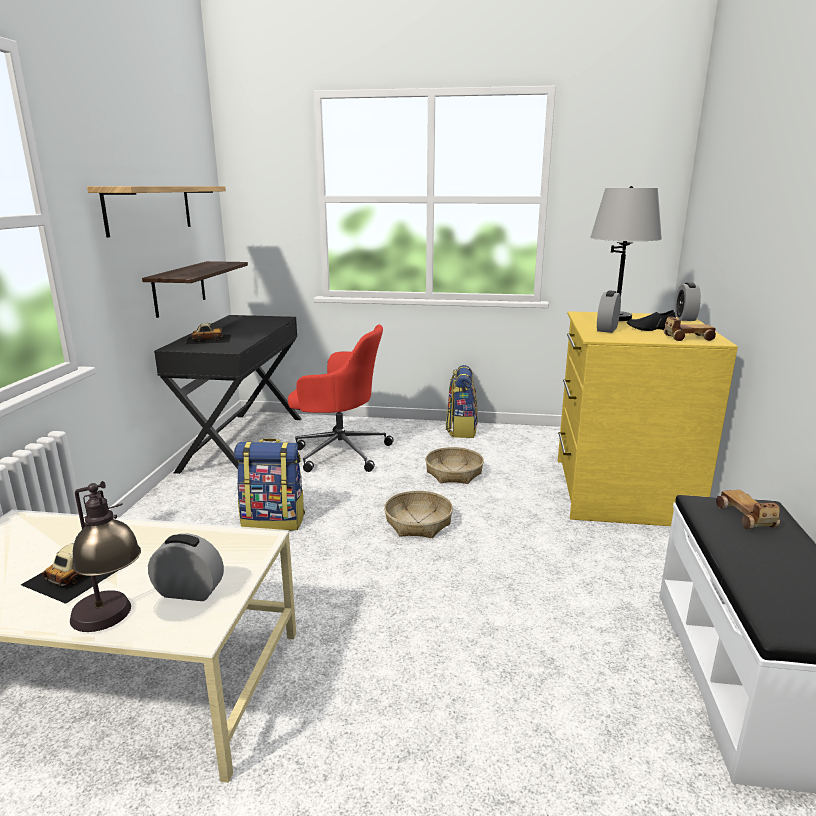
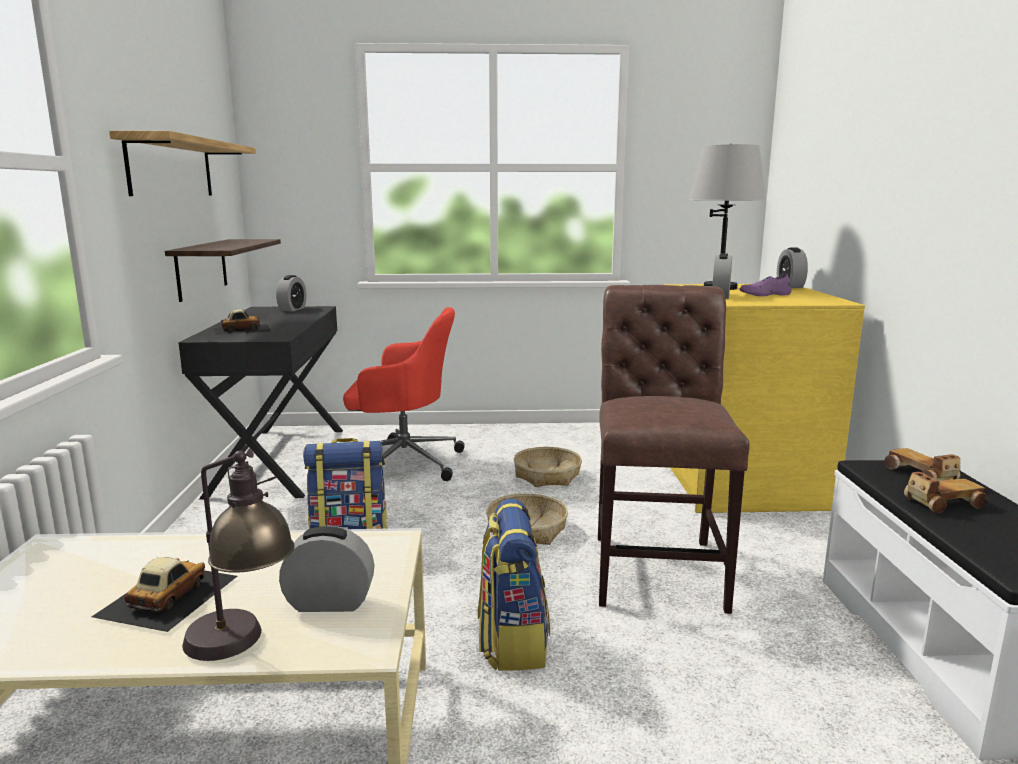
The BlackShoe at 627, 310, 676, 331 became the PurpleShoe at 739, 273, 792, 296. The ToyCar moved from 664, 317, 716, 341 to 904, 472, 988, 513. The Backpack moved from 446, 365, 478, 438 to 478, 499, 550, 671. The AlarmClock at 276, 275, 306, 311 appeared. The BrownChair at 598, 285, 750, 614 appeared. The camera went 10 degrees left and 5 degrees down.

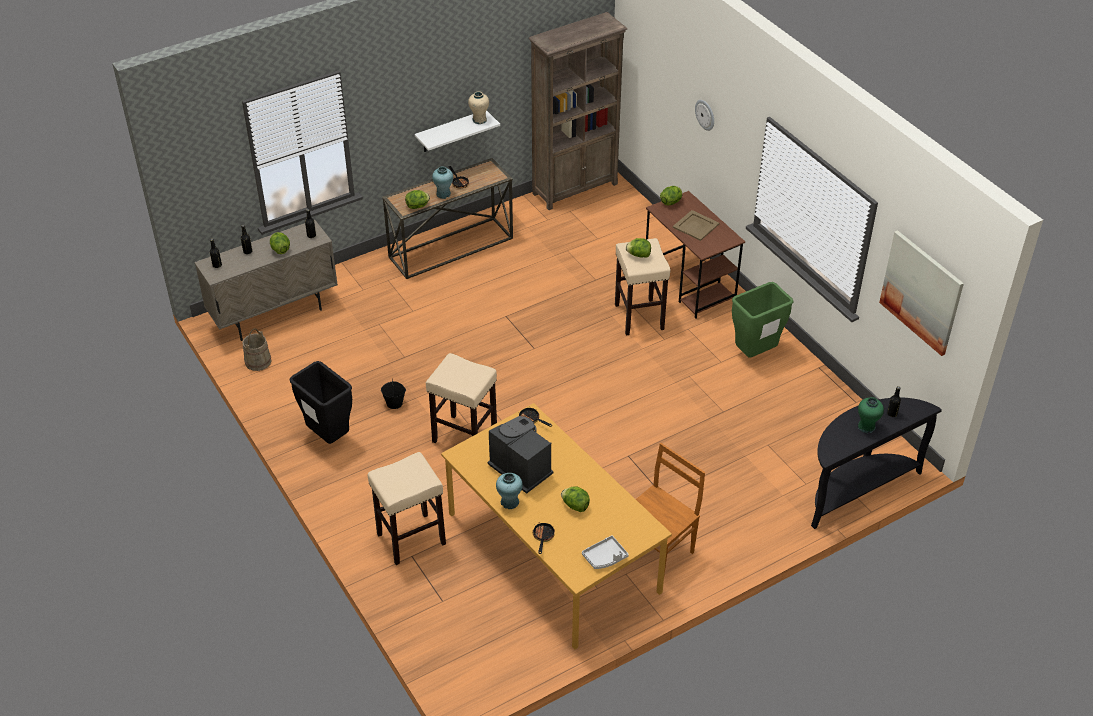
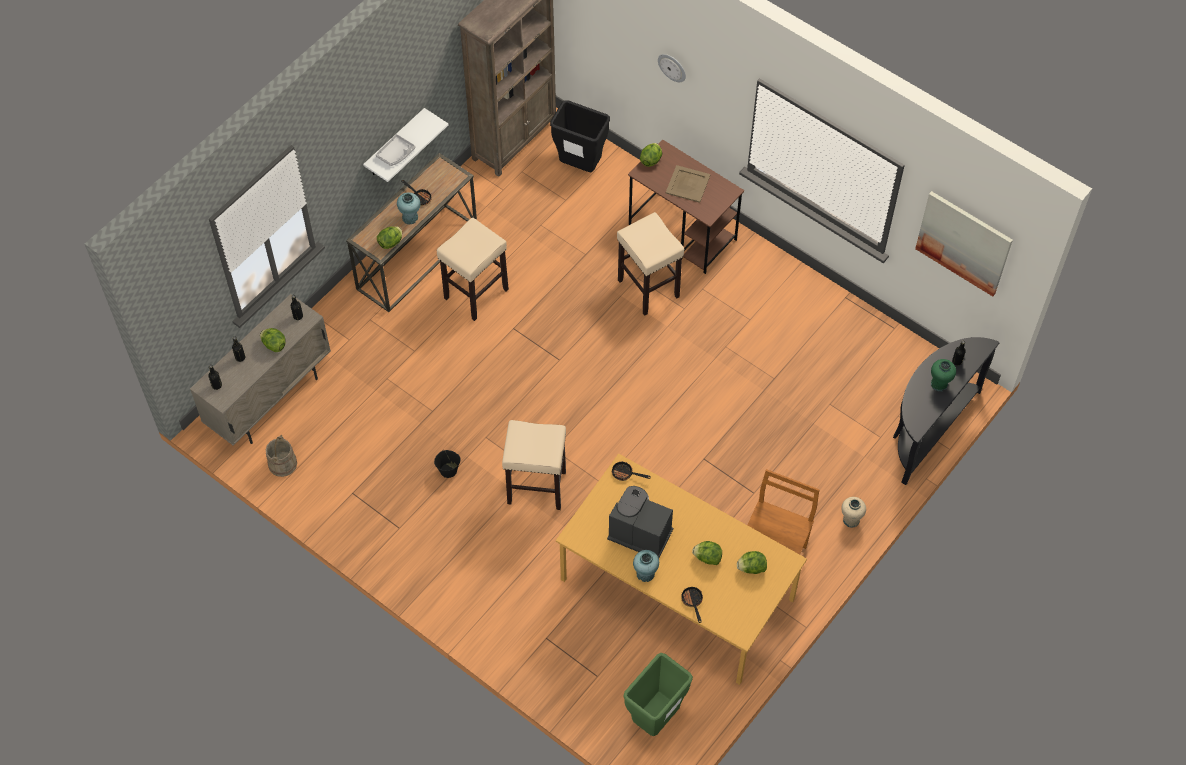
The BeigeVase moved from 468, 91, 489, 124 to 841, 497, 866, 528. The Lettuce moved from 626, 238, 651, 258 to 737, 551, 767, 574. The GreenTrashCan moved from 732, 282, 794, 358 to 623, 653, 693, 736. The BlackTrashCan moved from 290, 361, 352, 444 to 550, 100, 610, 172. The BeigeStool moved from 368, 452, 446, 565 to 437, 218, 509, 321. The GreyTray moved from 582, 535, 629, 569 to 376, 134, 416, 166. The camera went 20 degrees left and 15 degrees up.

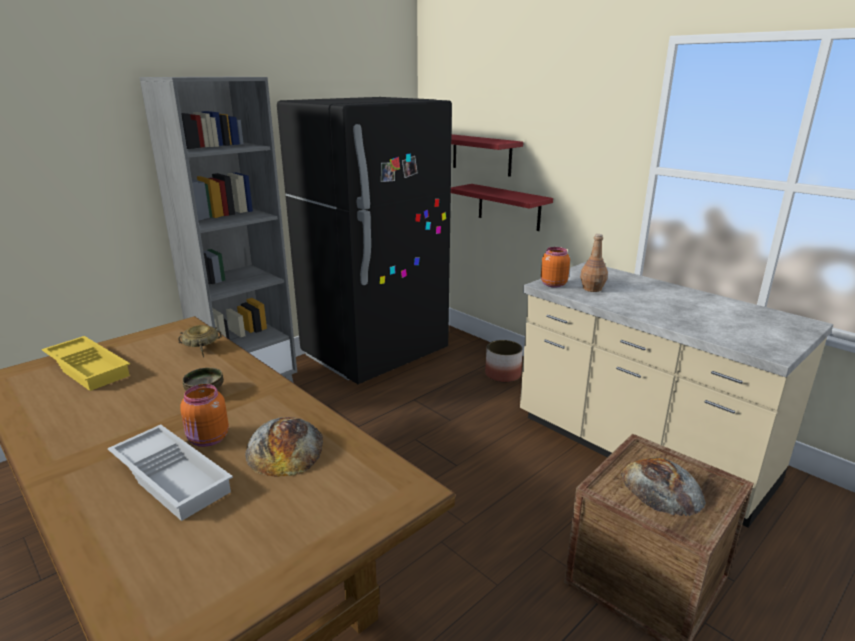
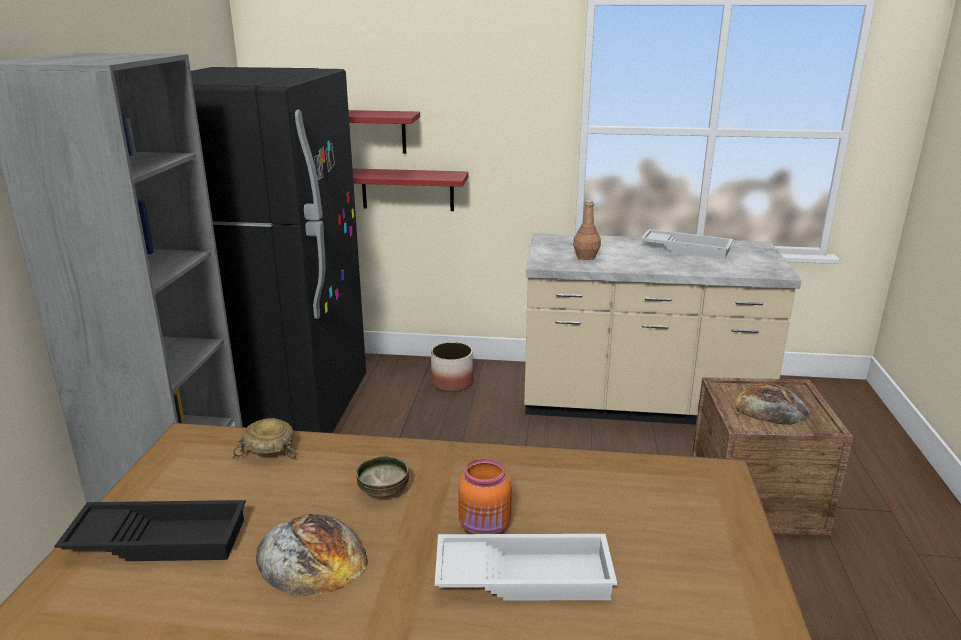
The OrangeJar at 541, 247, 570, 287 disappeared. The YellowTray at 42, 336, 130, 391 became the BlackTray at 54, 500, 246, 561. The Bread moved from 245, 417, 323, 477 to 256, 514, 368, 597. The WhiteTray at 641, 229, 733, 260 appeared. The camera went 40 degrees left and 0 degrees up.

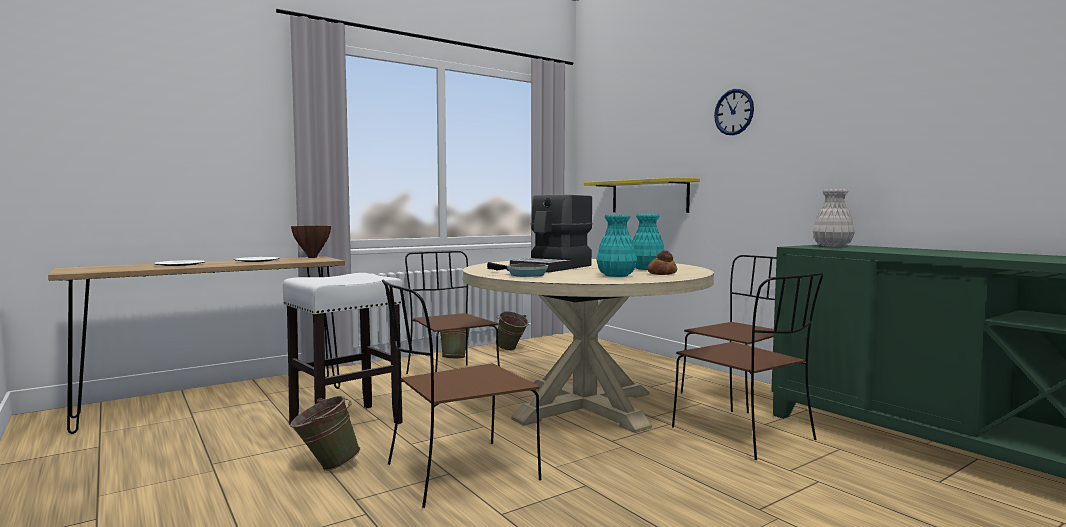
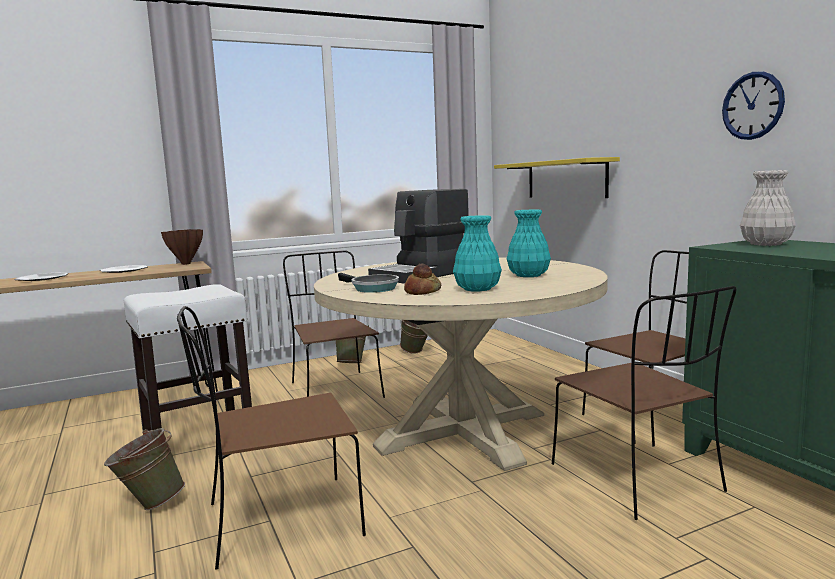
The WallClock moved from 714, 89, 754, 135 to 722, 72, 785, 140. The Bread moved from 647, 250, 677, 275 to 404, 264, 441, 295. The camera went 10 degrees right and 5 degrees up.

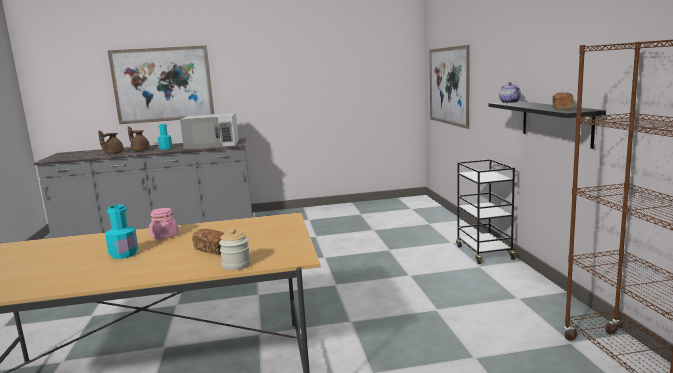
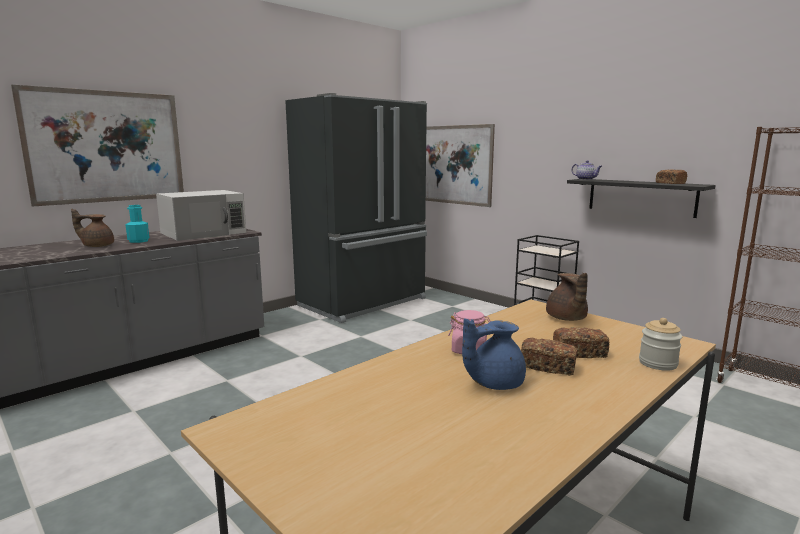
The BrownTeapot moved from 98, 131, 124, 154 to 546, 273, 588, 321. The TurquoiseBottle at 105, 205, 138, 259 was replaced by the BlueTeapot at 462, 318, 526, 390. The BlackFridge at 285, 93, 427, 323 appeared. The Bread at 521, 338, 577, 376 appeared. The camera went 35 degrees left and 0 degrees up.

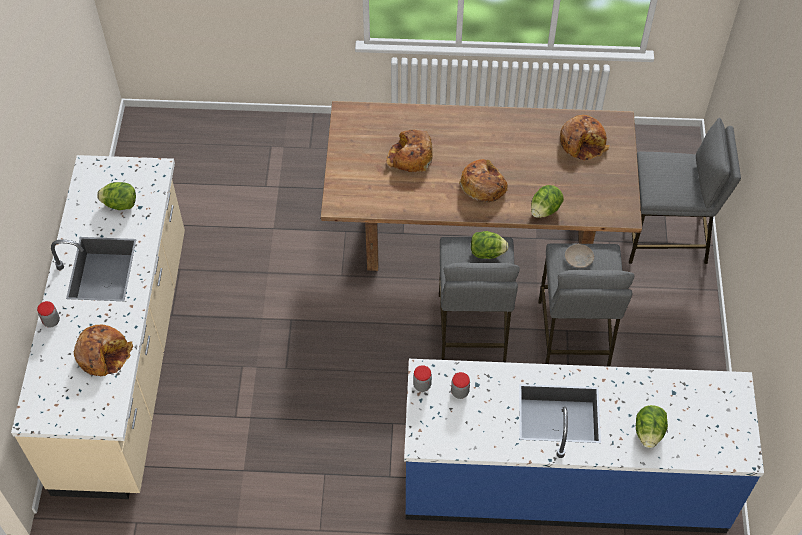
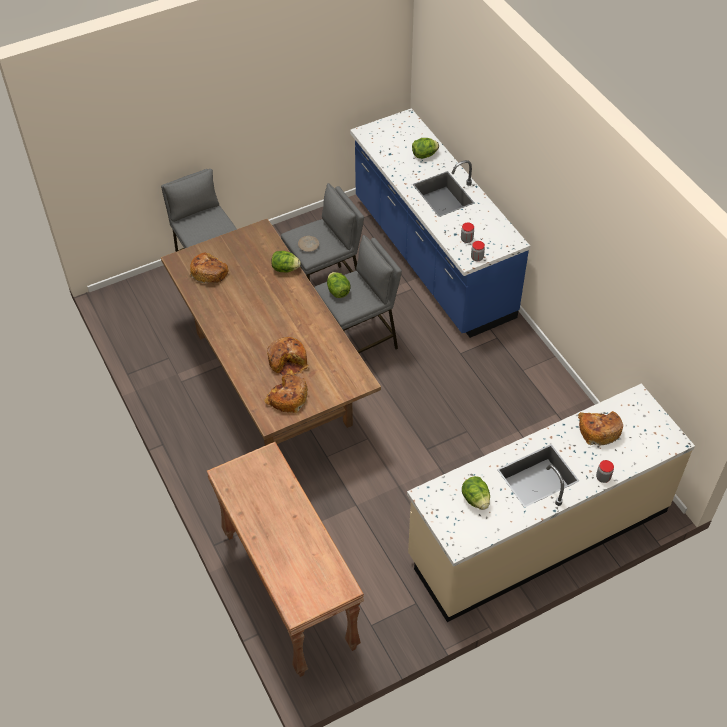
The Bread moved from 459, 159, 508, 202 to 265, 375, 308, 413. The BrownConsoleTable at 206, 442, 364, 677 appeared. The camera went 120 degrees left and 5 degrees down.

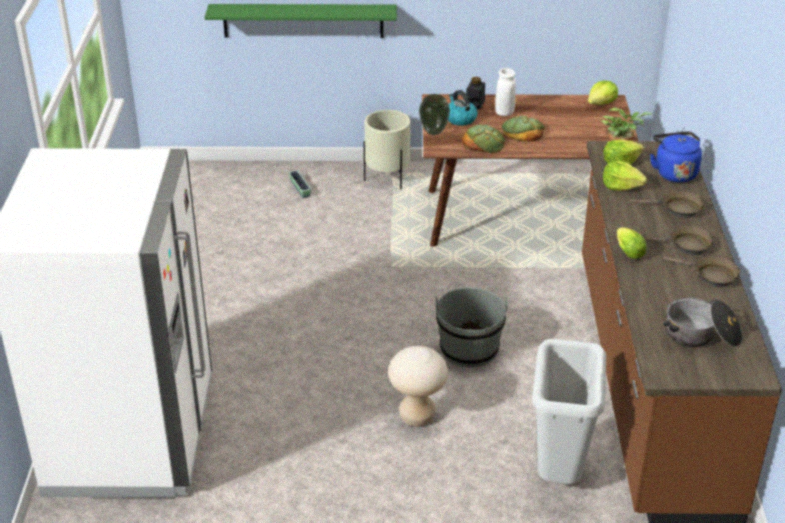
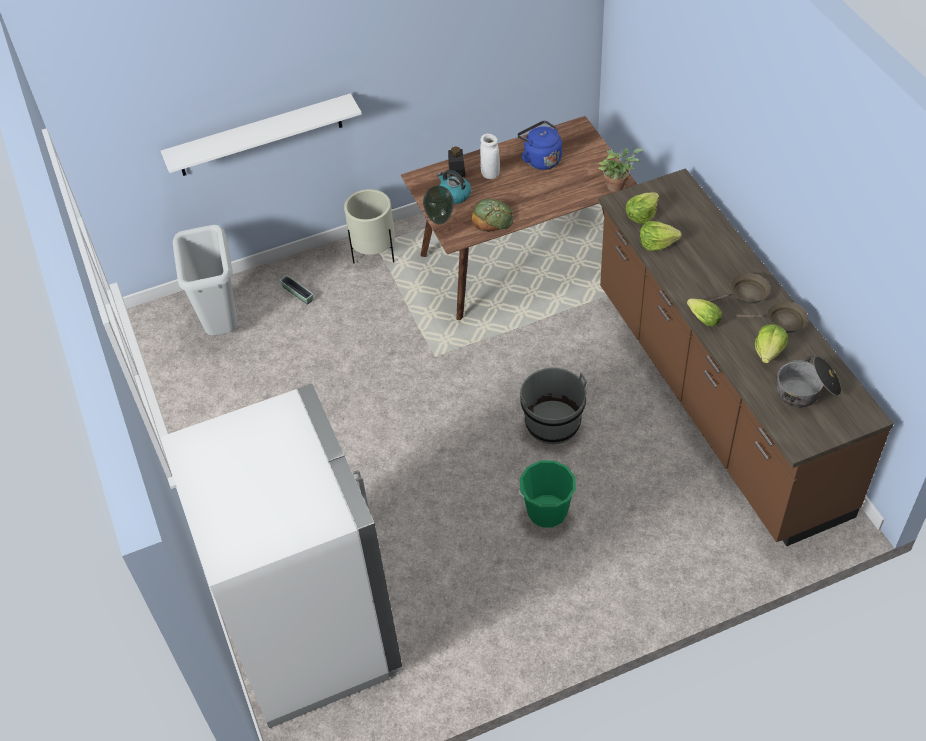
The GreenShelf at 205, 4, 397, 38 became the WhiteShelf at 161, 93, 362, 176. The Lettuce moved from 588, 81, 618, 105 to 755, 324, 788, 363. The Bread at 502, 116, 545, 141 disappeared. The BlueKettle moved from 650, 131, 702, 183 to 517, 121, 562, 170. The BrownFryingPan at 630, 191, 704, 218 disappeared. The GreyTrashCan moved from 532, 339, 606, 484 to 173, 225, 238, 336. The BeigeStool at 388, 346, 448, 426 was replaced by the GreenBucket at 519, 461, 576, 528. The camera went 20 degrees left and 15 degrees up.

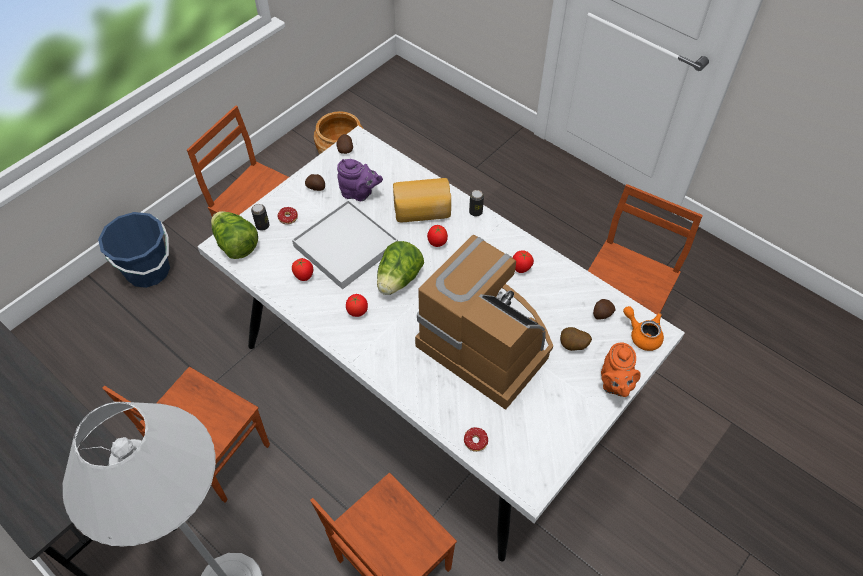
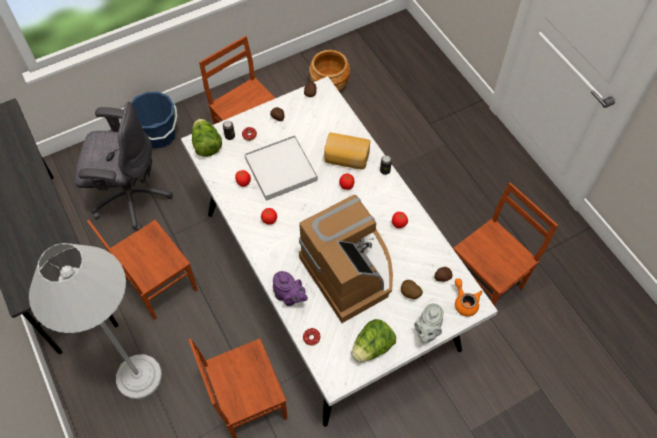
The PurpleTeapot moved from 337, 159, 383, 201 to 273, 271, 308, 306. The Lettuce moved from 377, 241, 424, 295 to 352, 319, 396, 362. The OrangeTeapot at 601, 342, 641, 397 became the GreyTeapot at 414, 303, 444, 343. The GreyOfficeChair at 75, 102, 173, 231 appeared. The camera went 20 degrees right and 5 degrees up.

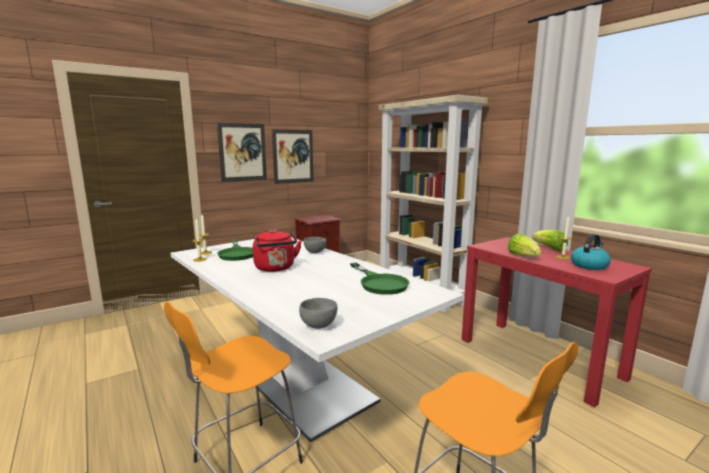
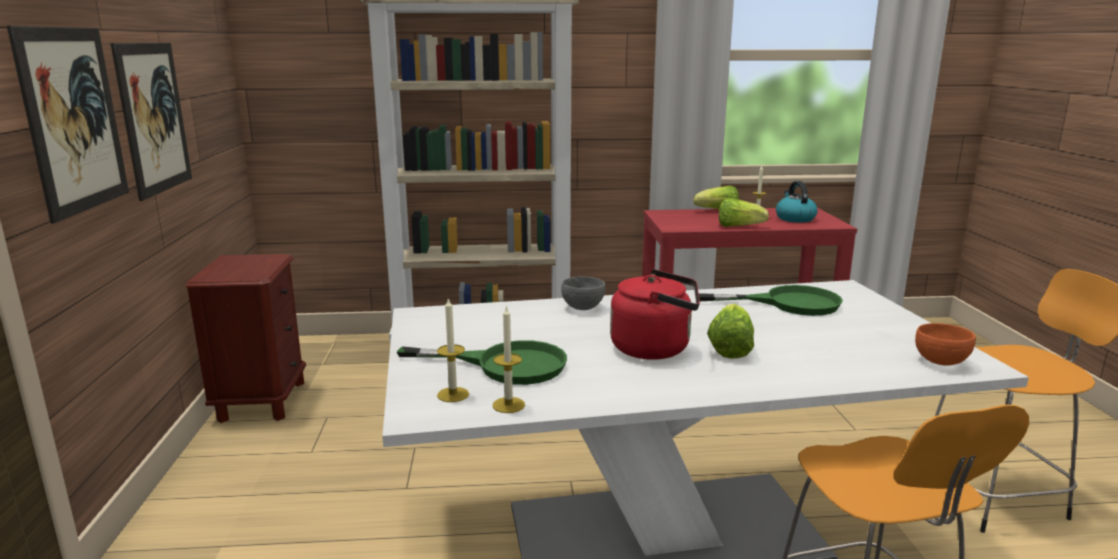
The GreyBowl at 299, 298, 337, 329 became the OrangeBowl at 915, 323, 976, 366. The Lettuce at 707, 304, 754, 359 appeared. The camera went 60 degrees left and 5 degrees up.

